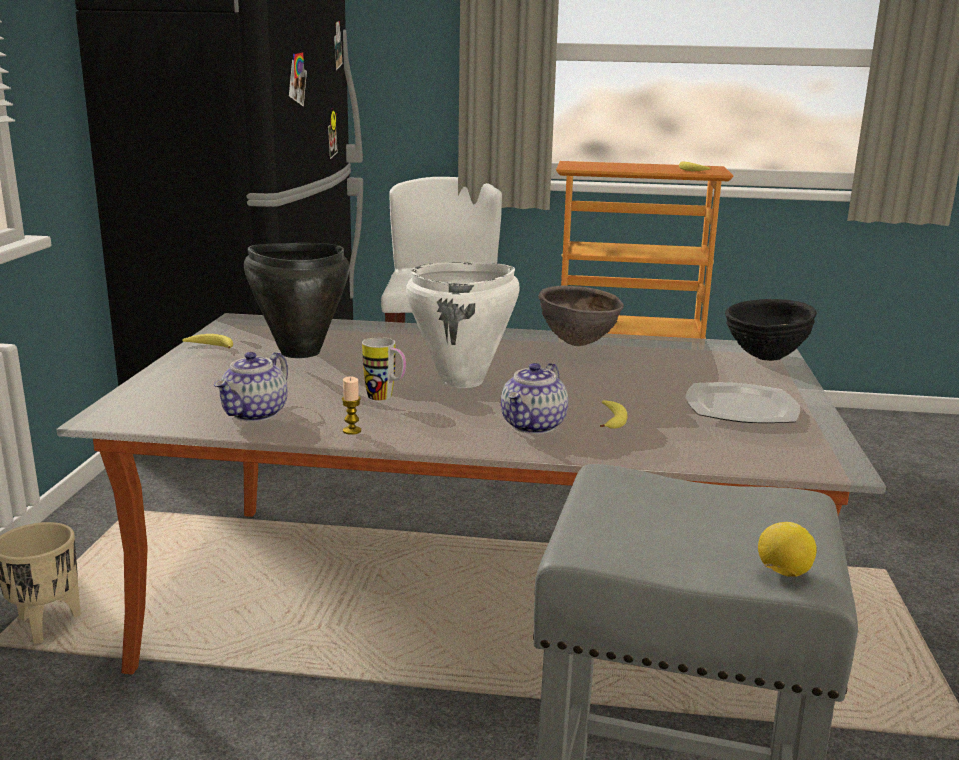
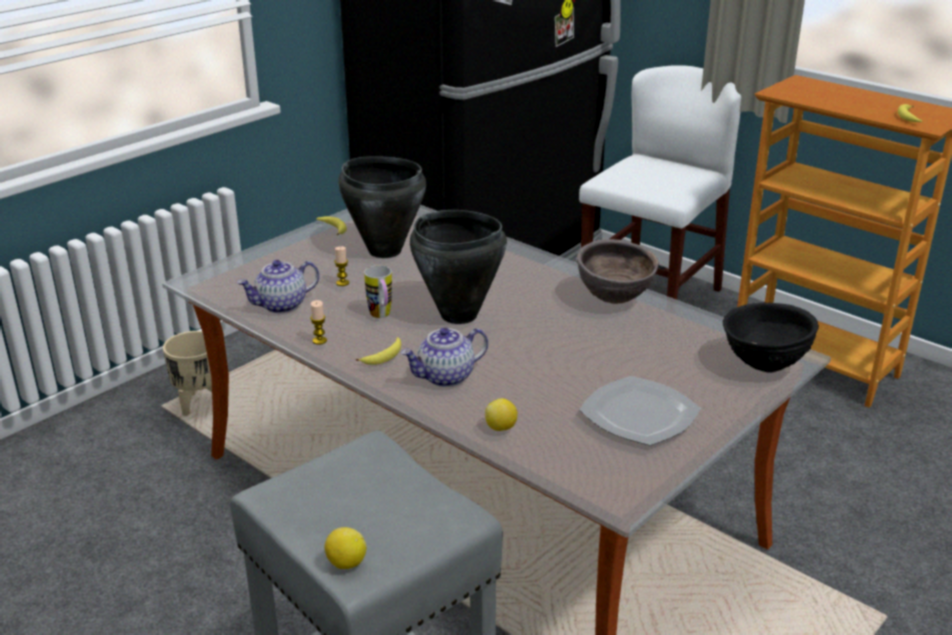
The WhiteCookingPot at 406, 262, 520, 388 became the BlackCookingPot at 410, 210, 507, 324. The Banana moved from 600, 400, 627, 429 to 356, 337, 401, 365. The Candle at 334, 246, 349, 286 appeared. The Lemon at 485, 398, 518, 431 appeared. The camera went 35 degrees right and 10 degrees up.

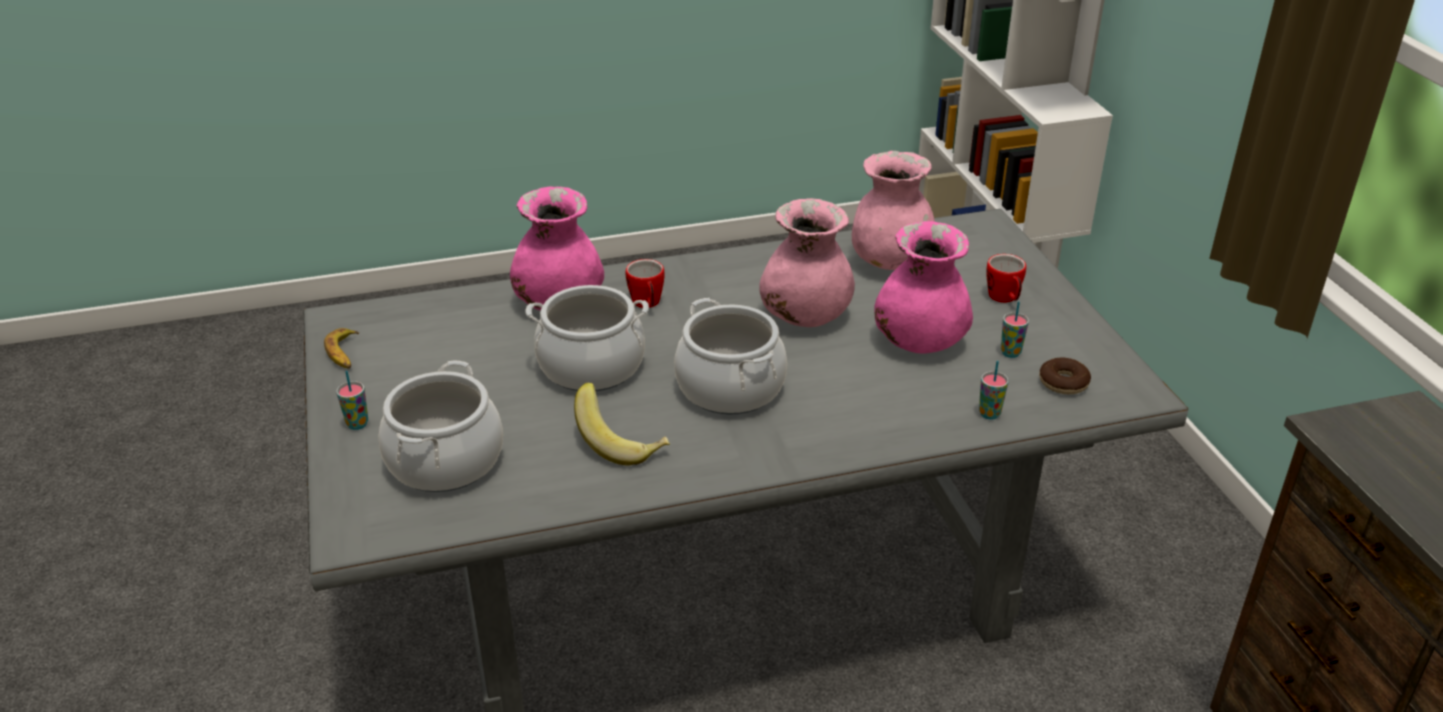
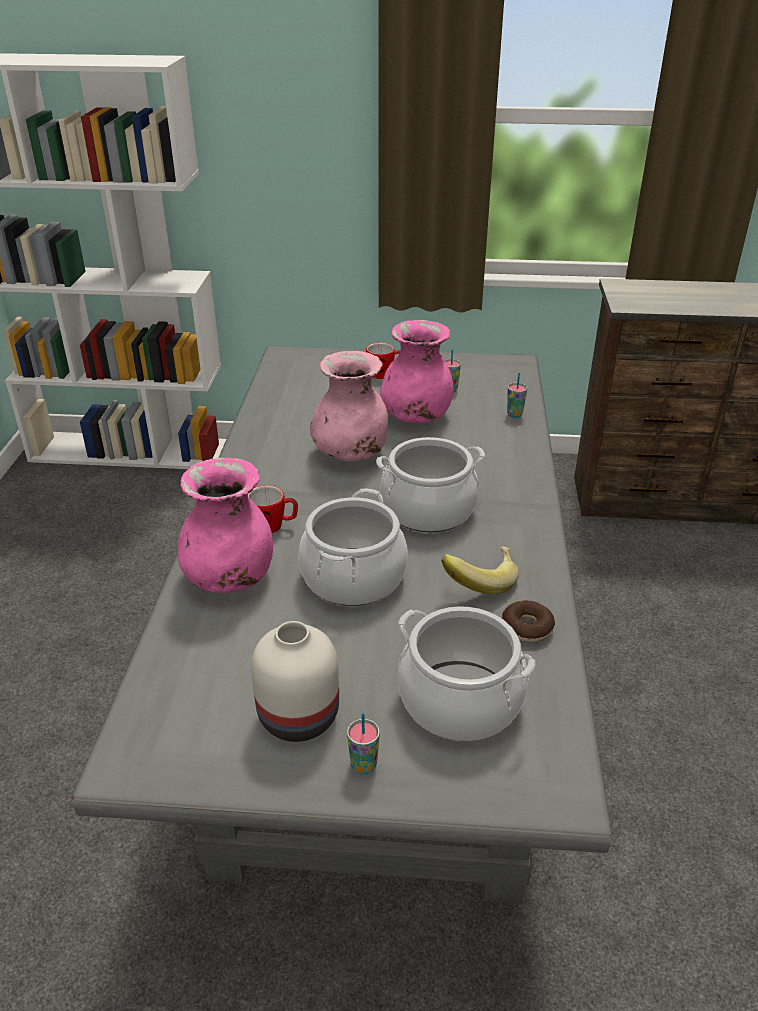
The PinkVase at 852, 151, 935, 270 disappeared. The Banana at 324, 328, 359, 369 disappeared. The Donut moved from 1039, 357, 1091, 394 to 502, 601, 555, 642. The WhiteVase at 251, 621, 339, 742 appeared. The camera went 70 degrees left and 0 degrees up.

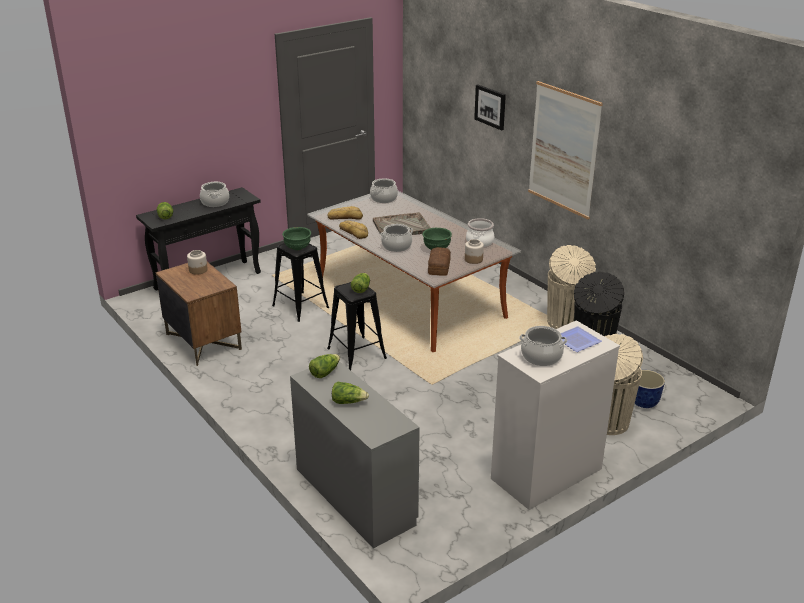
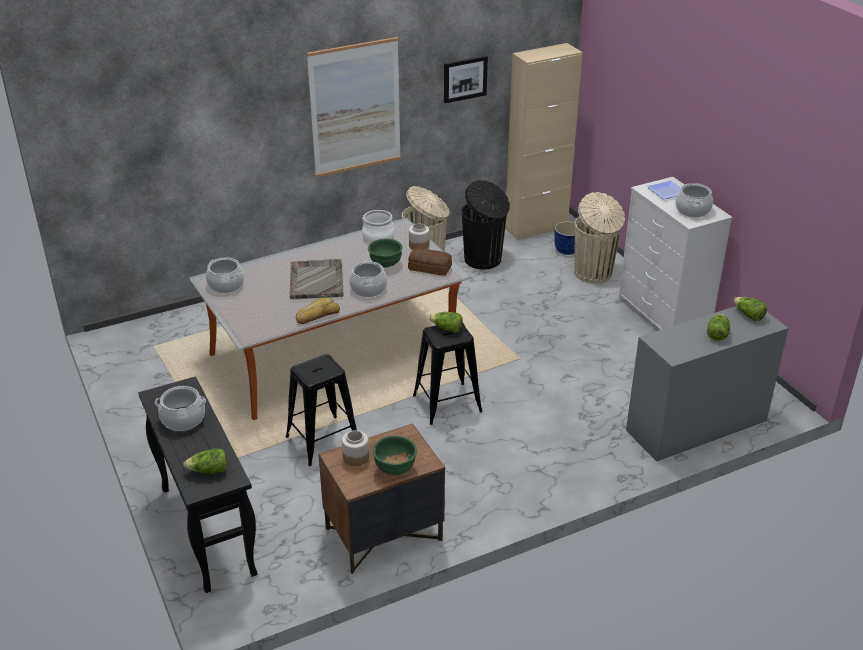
The Picture moved from 474, 85, 506, 131 to 444, 55, 488, 103. The Bread at 327, 206, 363, 220 disappeared. The GreenBowl moved from 282, 227, 311, 250 to 373, 436, 417, 475. The Lettuce moved from 309, 354, 340, 378 to 734, 297, 767, 321. The BeigeCabinet at 505, 43, 583, 240 appeared. The camera went 80 degrees left and 5 degrees up.

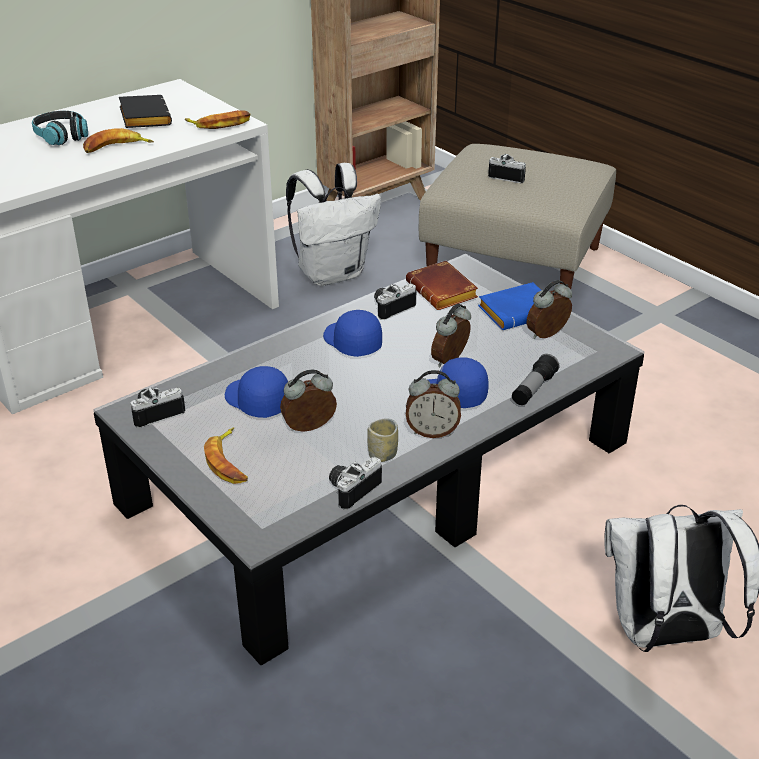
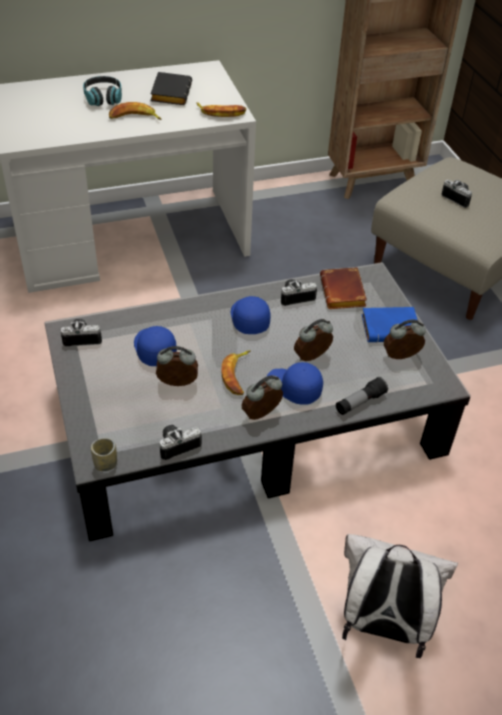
The WhiteBackpack at 286, 163, 381, 286 disappeared. The AlarmClock at 406, 370, 461, 438 turned 120 degrees clockwise. The Cup moved from 367, 419, 398, 462 to 91, 438, 117, 471. The Banana moved from 204, 427, 248, 484 to 222, 350, 251, 395. The camera went 20 degrees right and 10 degrees up.

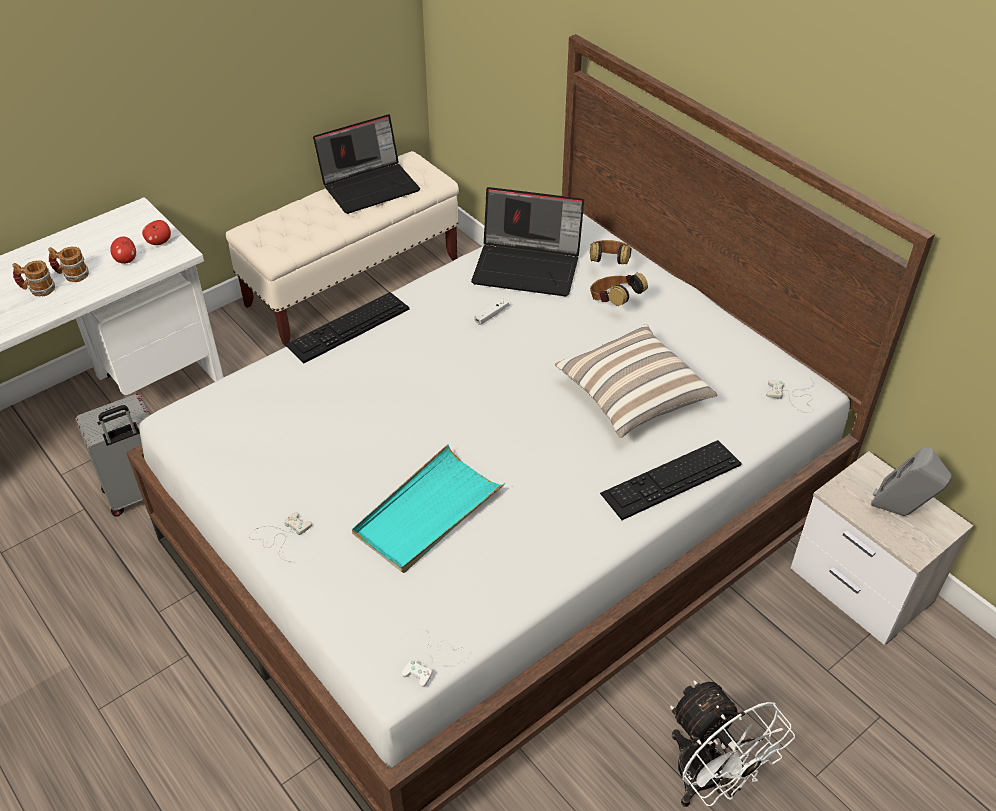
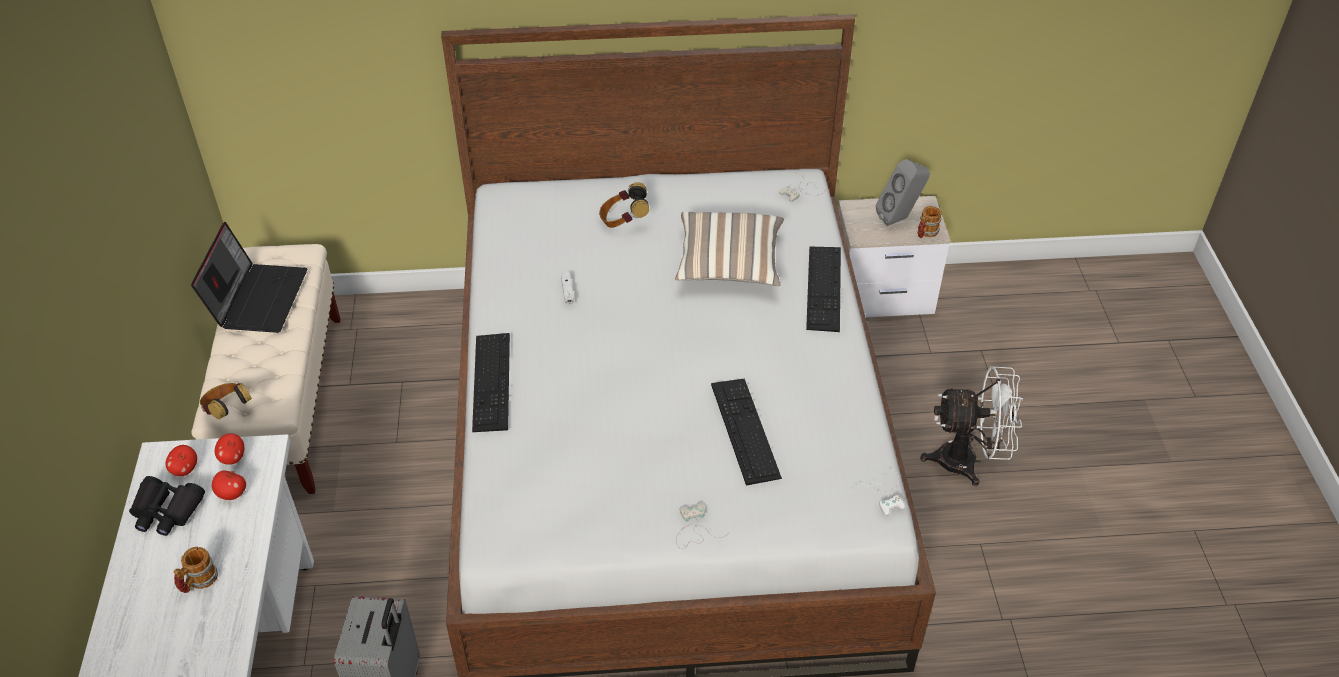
The Laptop at 471, 187, 584, 296 disappeared. The Headphones moved from 590, 240, 631, 264 to 200, 383, 252, 419. The Mug moved from 48, 247, 89, 282 to 918, 206, 942, 238. The TurquoiseTray at 352, 444, 505, 573 was replaced by the Keyboard at 711, 378, 782, 486. The Apple at 166, 445, 197, 476 appeared. The BlackBinoculars at 129, 476, 205, 536 appeared. The camera went 55 degrees left and 0 degrees up.

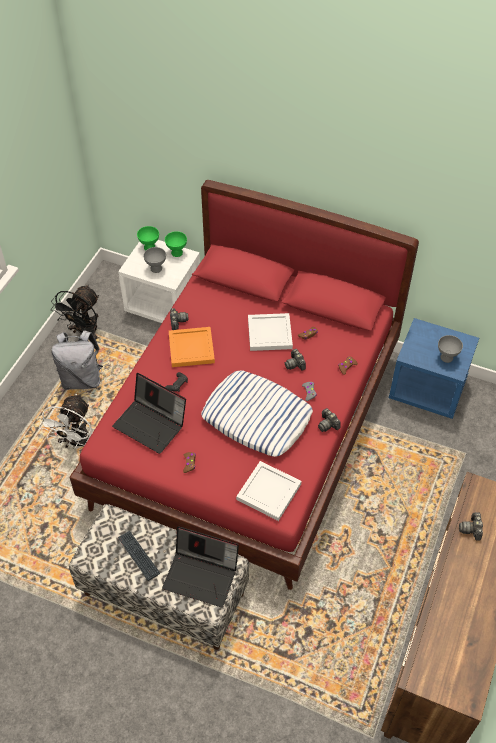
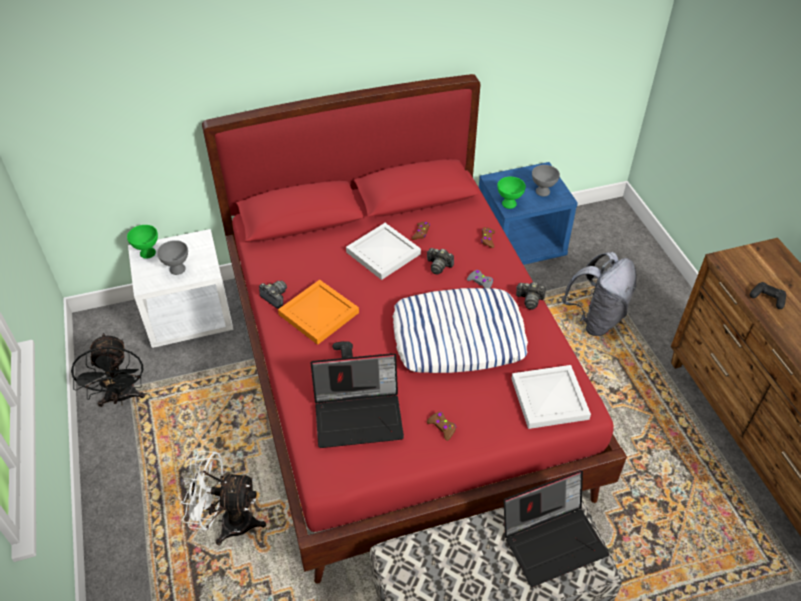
The GreenBowl moved from 165, 231, 187, 257 to 497, 177, 526, 209. The GreyBackpack moved from 52, 330, 103, 390 to 562, 252, 637, 336. The WhiteFan at 39, 394, 92, 449 turned 120 degrees clockwise. The PhotoCamera at 459, 512, 483, 541 was replaced by the BlackGameController at 750, 282, 786, 309. The Keyboard at 117, 531, 160, 581 disappeared. The camera went 40 degrees left and 5 degrees down.

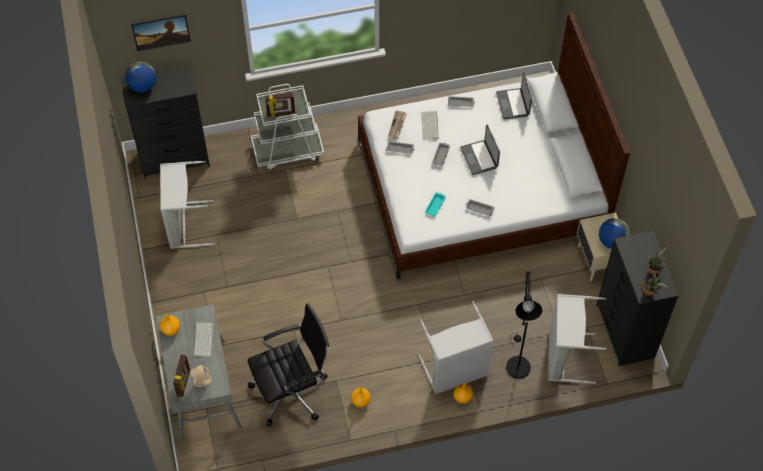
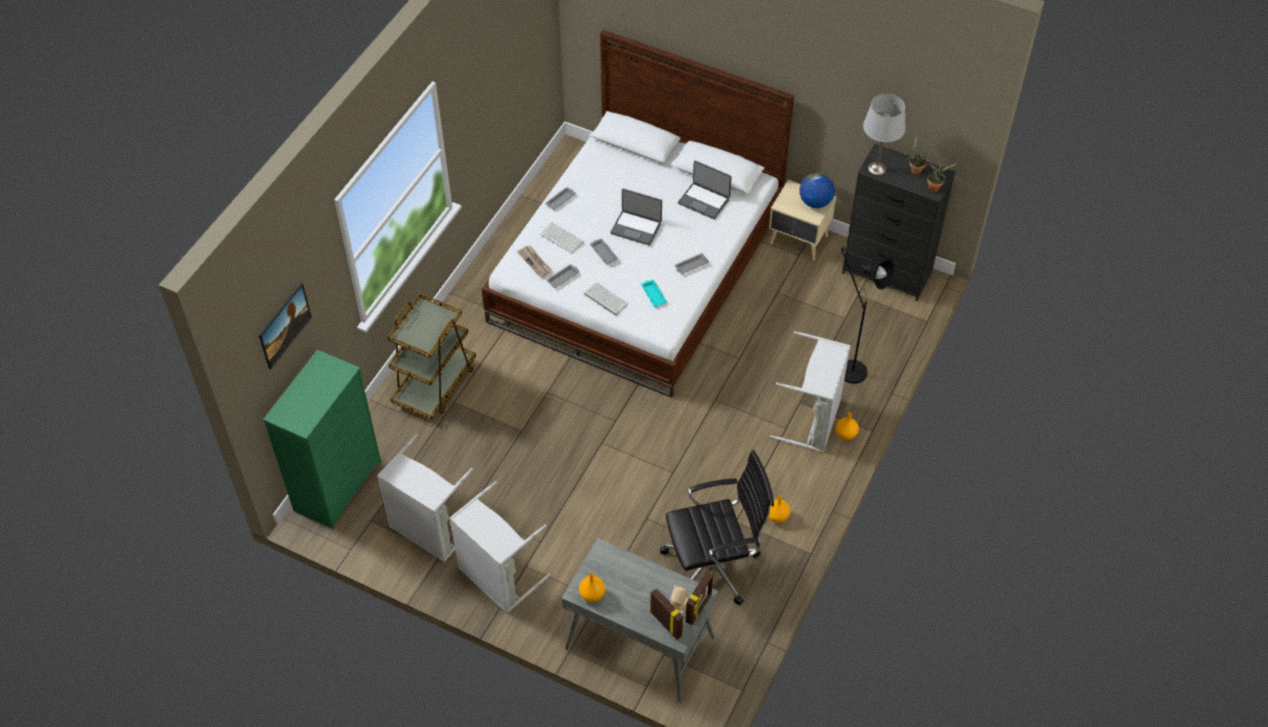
The Globe at 125, 62, 156, 93 disappeared. The BlackDresser at 120, 65, 210, 179 became the GreenDresser at 263, 350, 381, 529. The Laptop moved from 496, 72, 532, 120 to 678, 160, 732, 219. The WhiteCart at 251, 84, 324, 170 became the BrownCart at 388, 293, 476, 420. The PictureFrame moved from 265, 93, 295, 117 to 685, 571, 713, 625. The GreyLaundryBasket moved from 548, 294, 606, 384 to 449, 481, 550, 613. The BlackOfficeChair at 248, 303, 329, 426 turned 60 degrees clockwise. The Keyboard moved from 193, 322, 213, 357 to 584, 283, 629, 316. The GreyTableLamp at 863, 94, 906, 175 appeared. The camera went 50 degrees left and 5 degrees down.

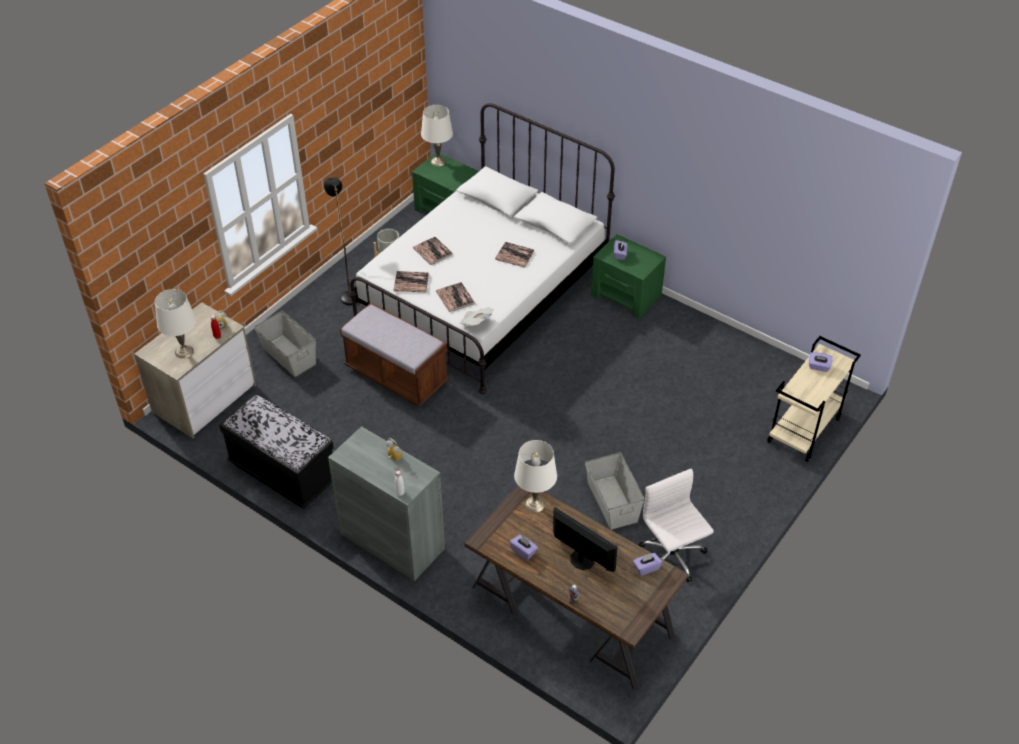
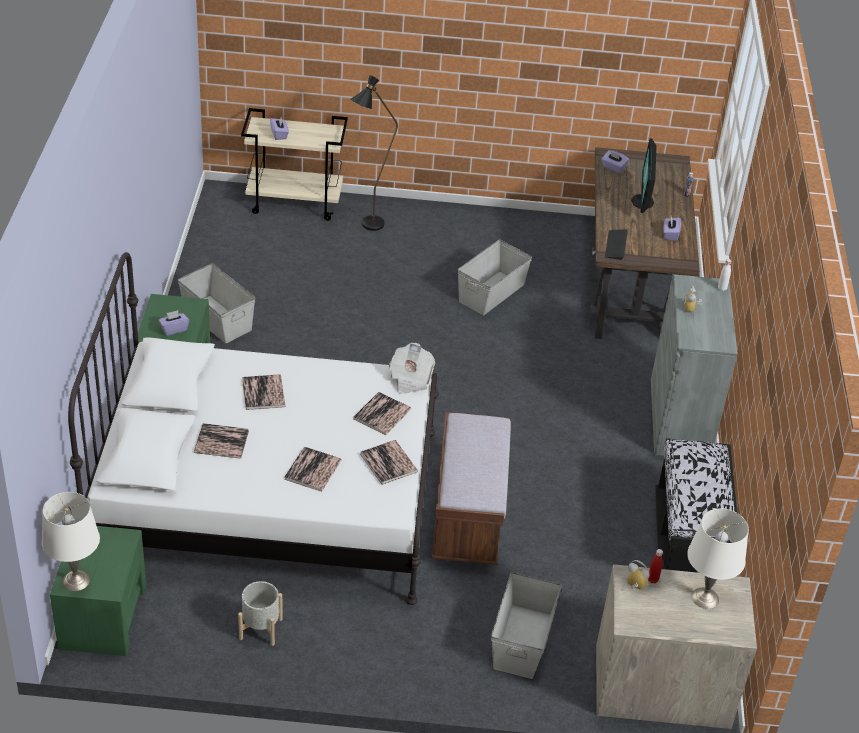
The BlackFloorLamp moved from 324, 177, 357, 305 to 350, 75, 398, 231. The WhiteTableLamp at 514, 440, 557, 512 was replaced by the Keyboard at 605, 229, 628, 260. The WhiteOfficeChair at 639, 469, 714, 582 disappeared. The GreyStorageBox at 178, 263, 255, 344 appeared. The Book at 194, 423, 249, 459 appeared. The camera went 125 degrees left and 5 degrees down.

